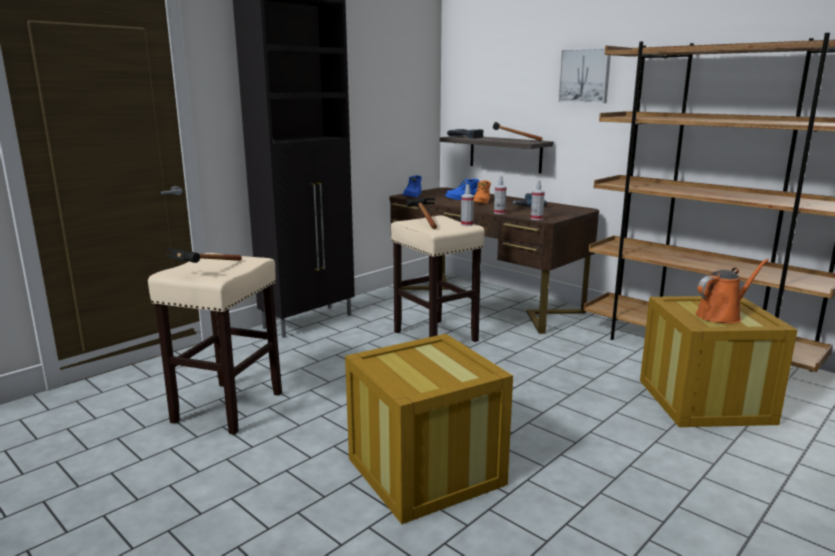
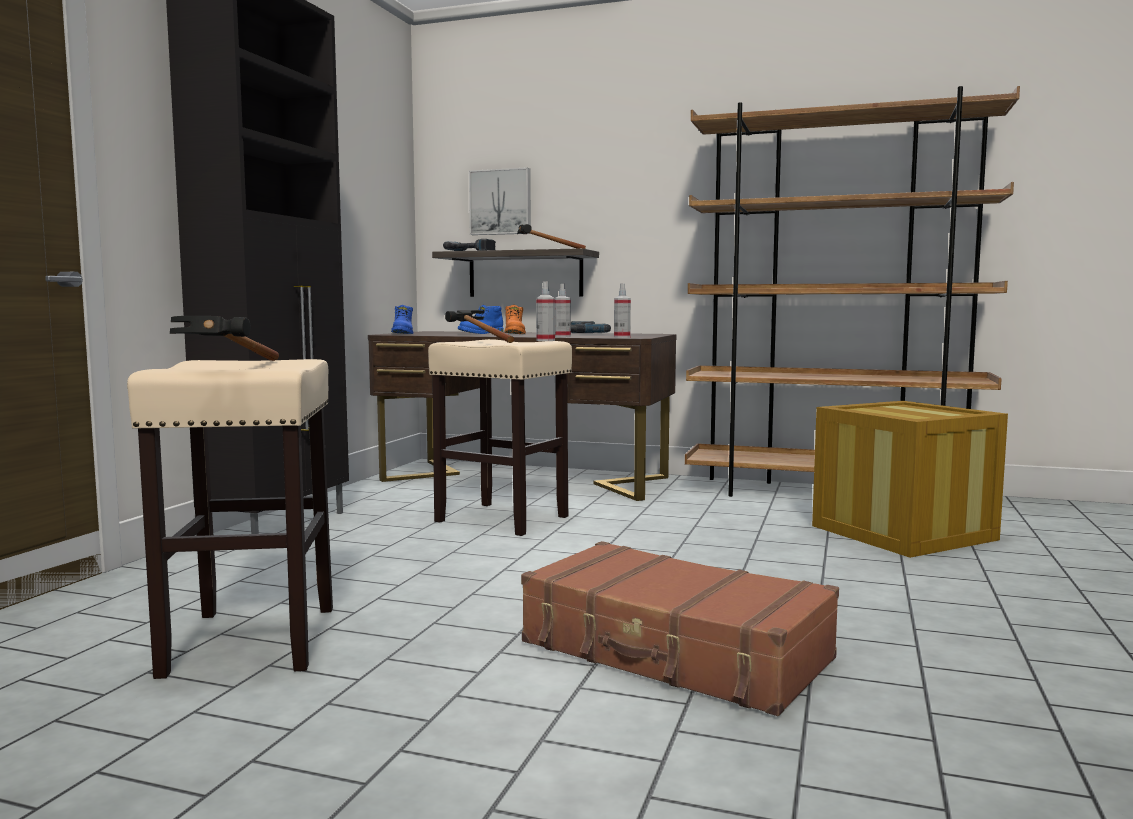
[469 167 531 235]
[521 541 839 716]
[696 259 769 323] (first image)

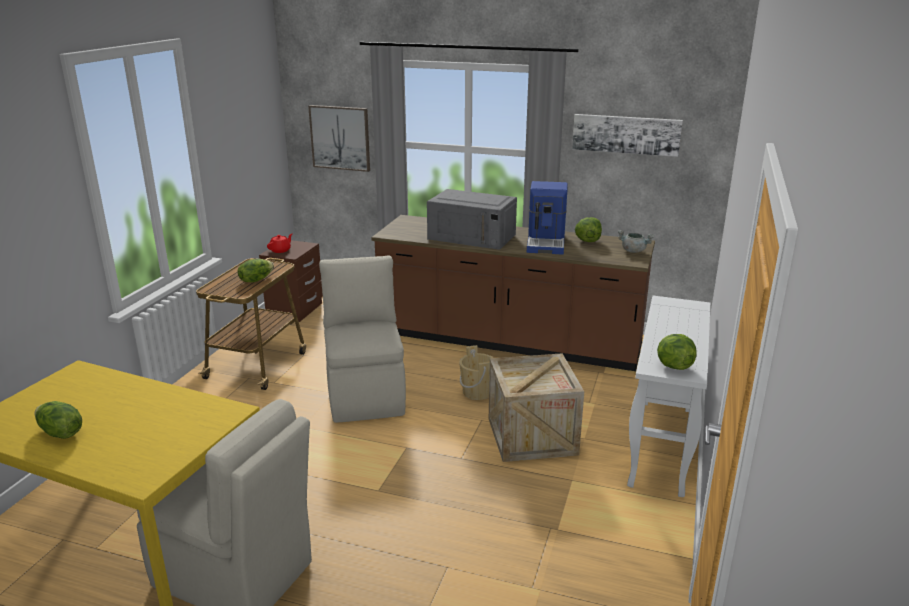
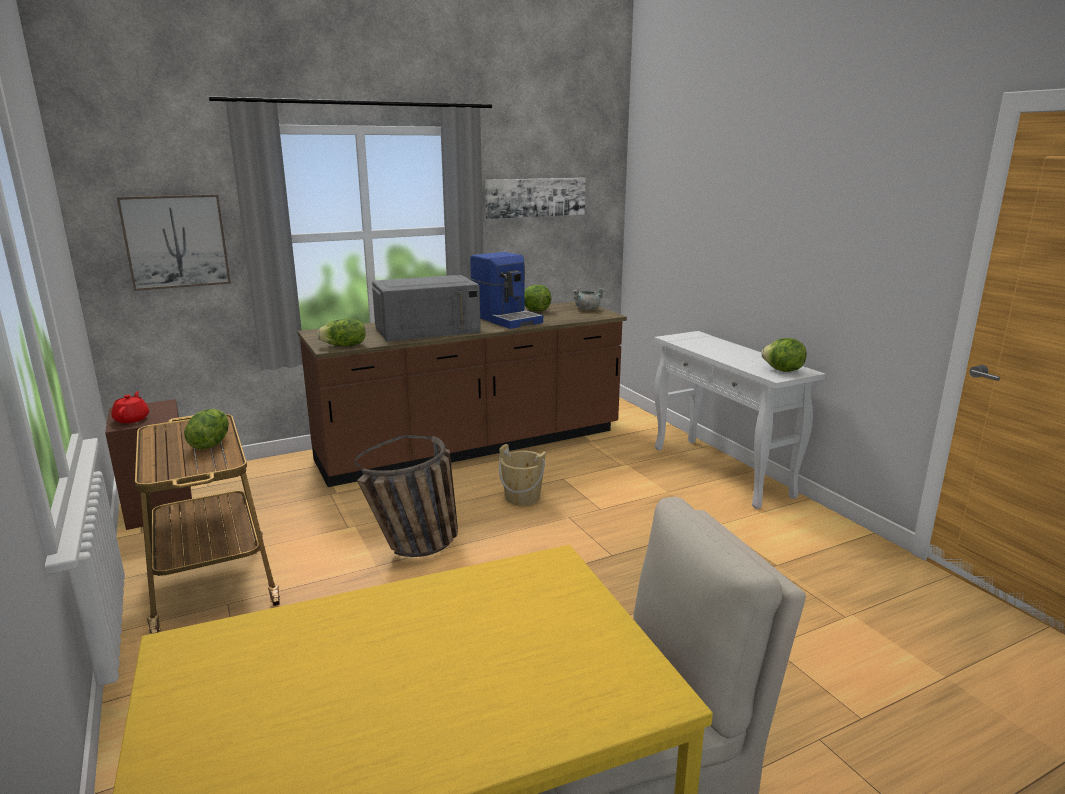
[317 319 366 346]
[354 435 458 557]
[489 353 584 462] (first image)

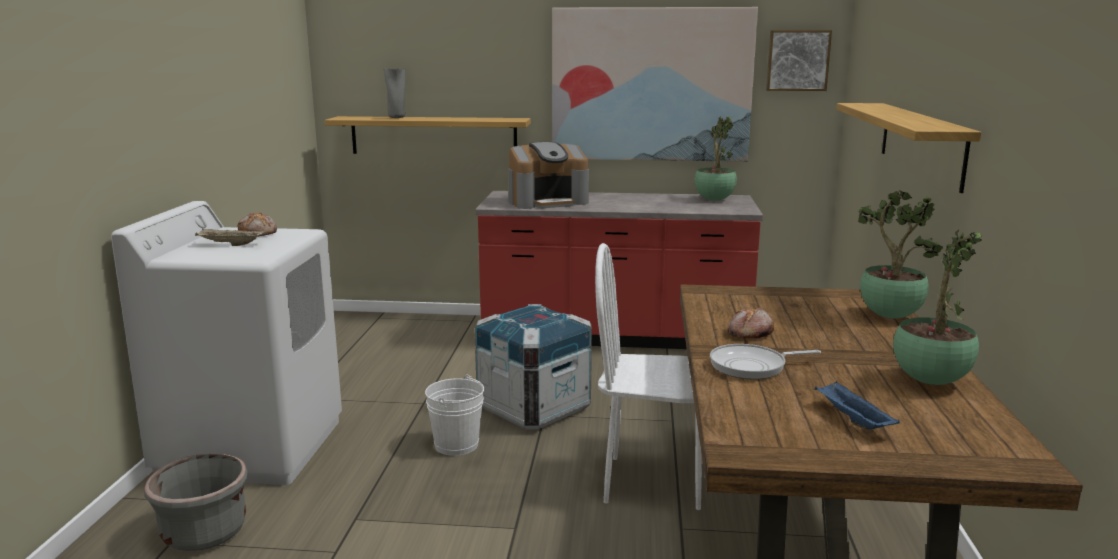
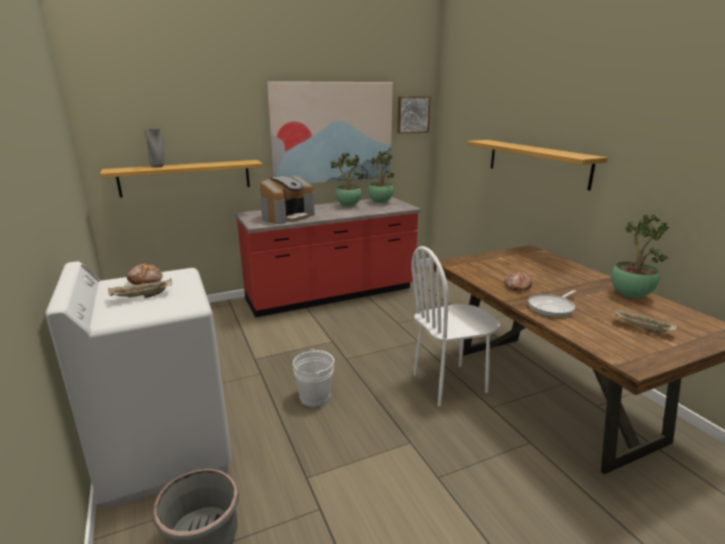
[331 153 365 206]
[615 308 678 333]
[475 304 592 430] (first image)

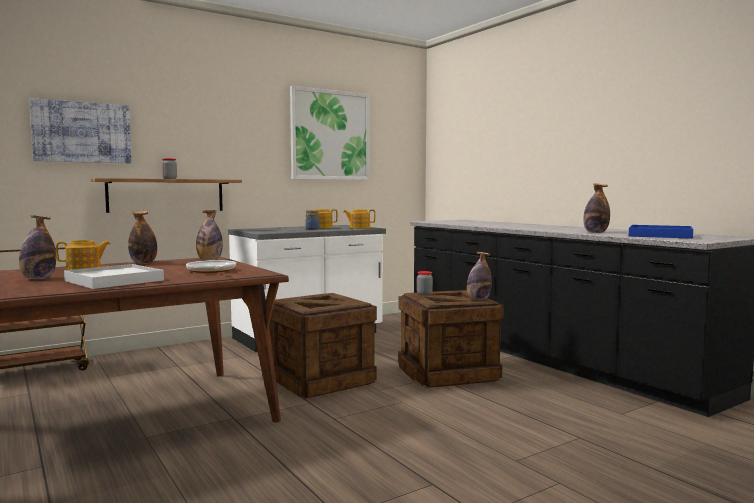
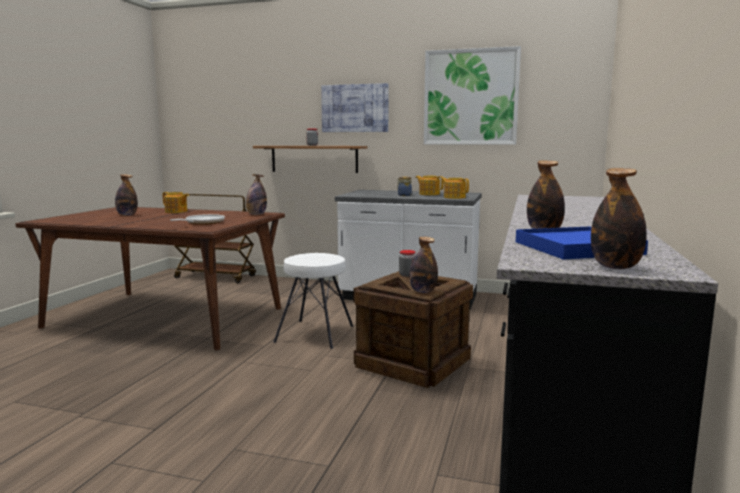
[273 253 353 349]
[321 83 389 132]
[591 168 647 269]
[64 264 164 289] (first image)

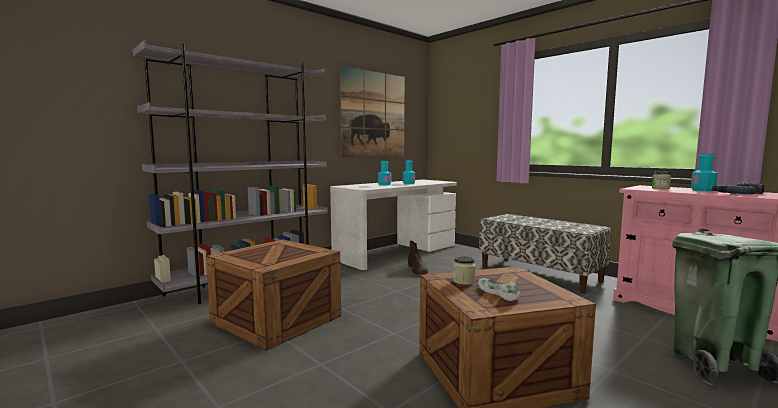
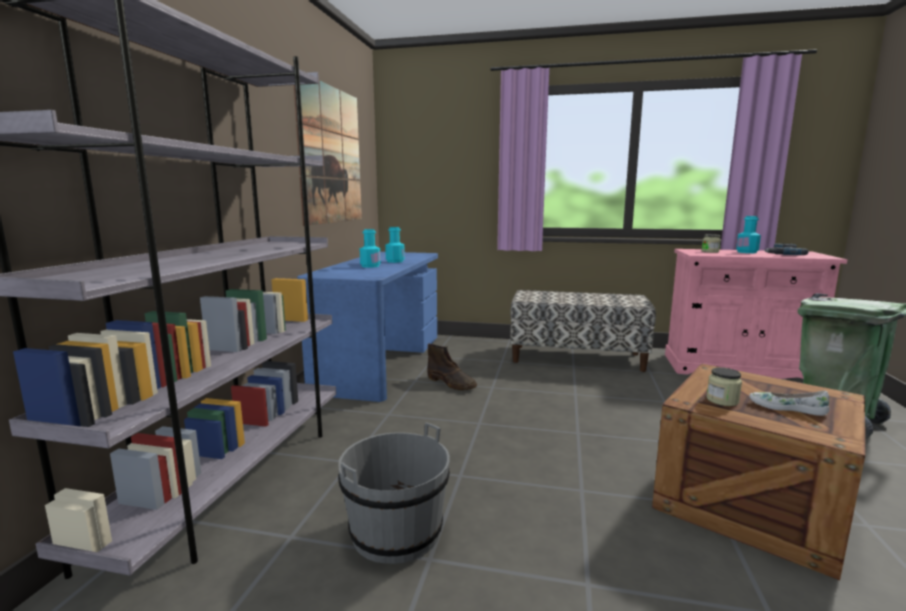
[297 252 438 402]
[338 422 450 564]

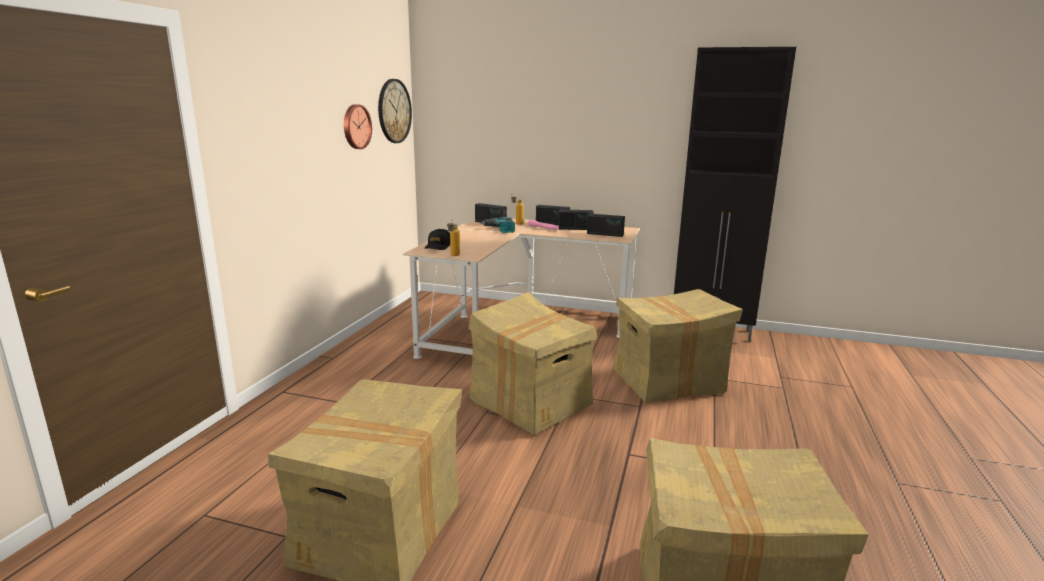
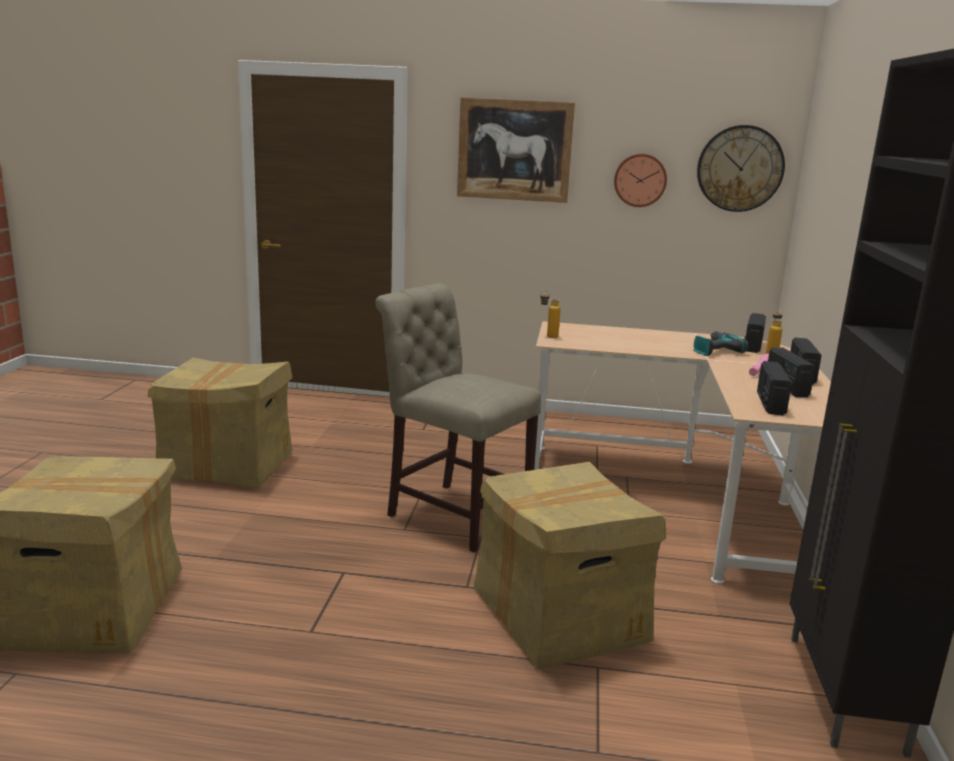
[375 283 541 553]
[457 97 575 203]
[424 229 450 250] (first image)

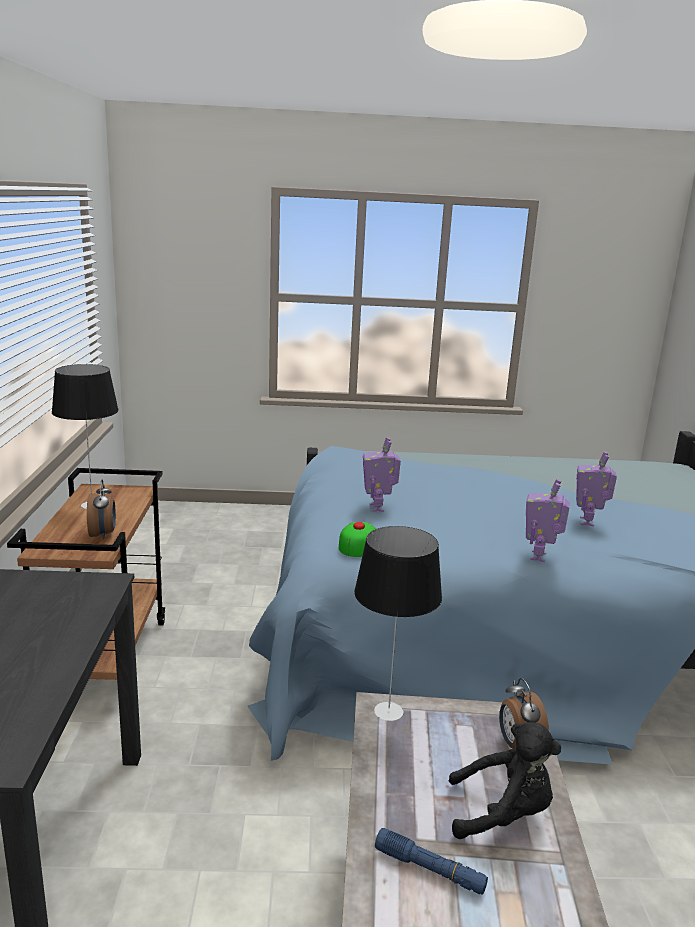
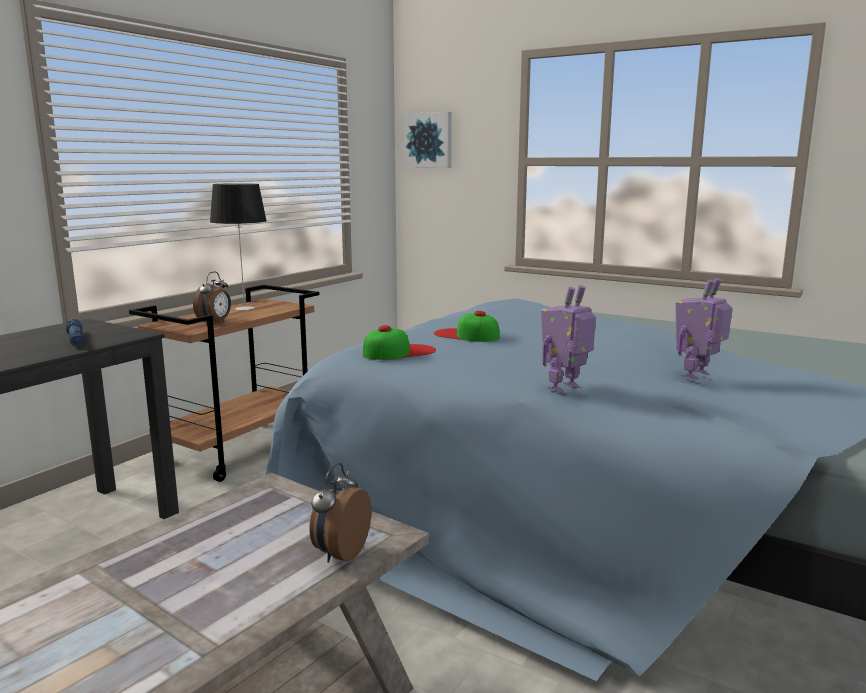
[66 319 85 347]
[404 112 452 168]
[434 311 500 342]
[354 526 442 721] (first image)
[449 722 561 839] (first image)

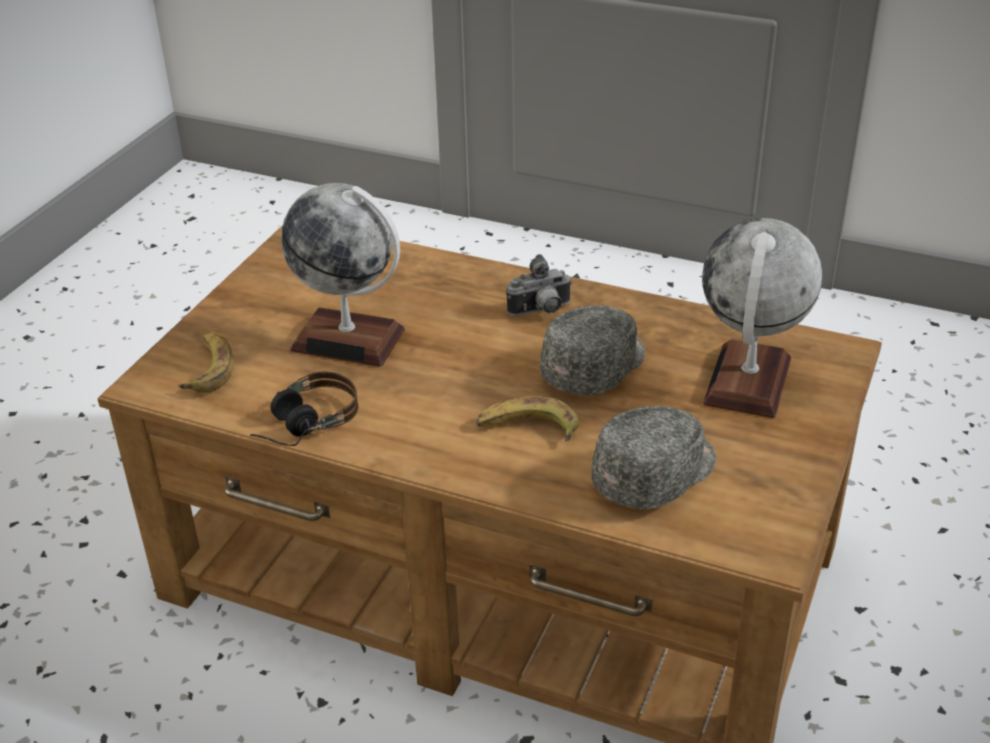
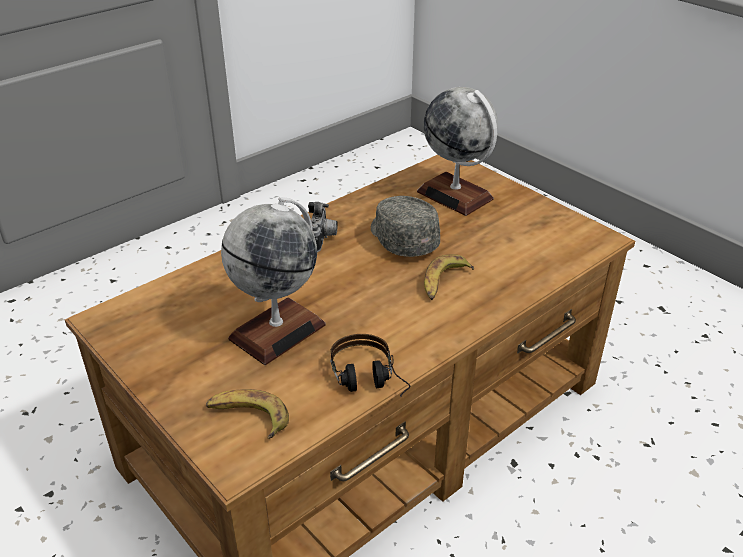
[591 406 716 509] (first image)

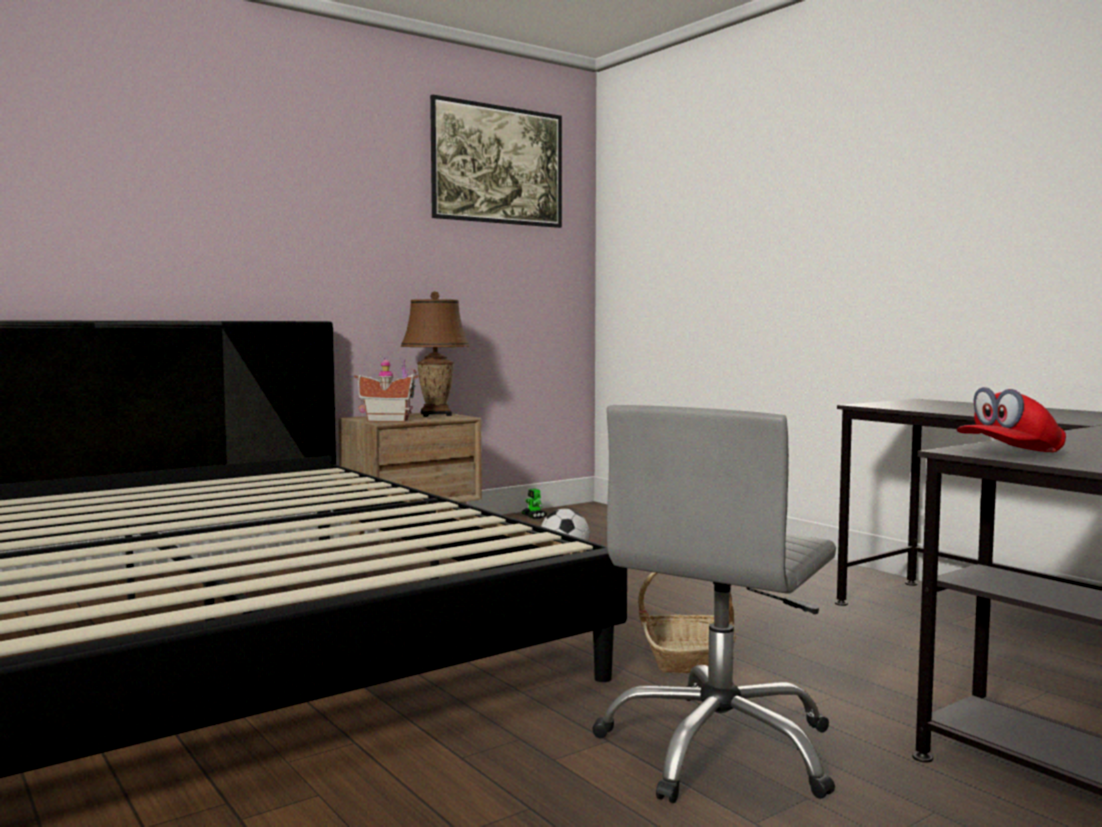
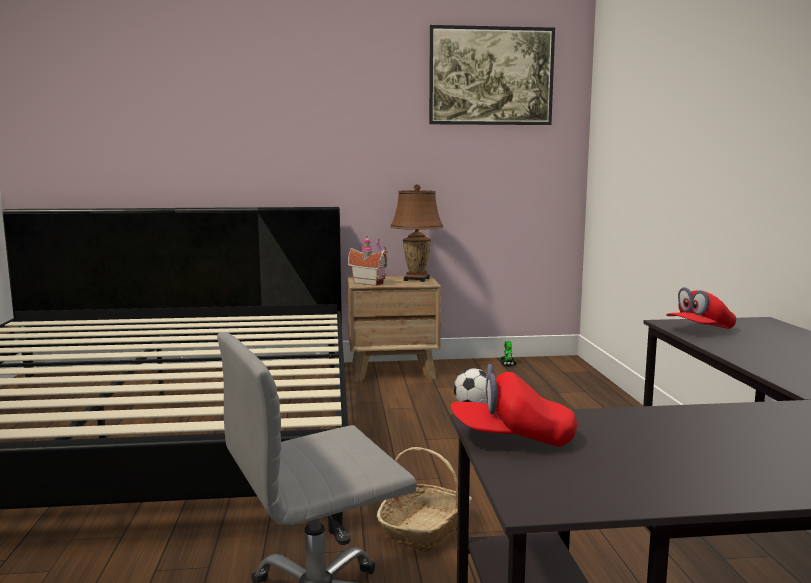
[666 287 736 329]

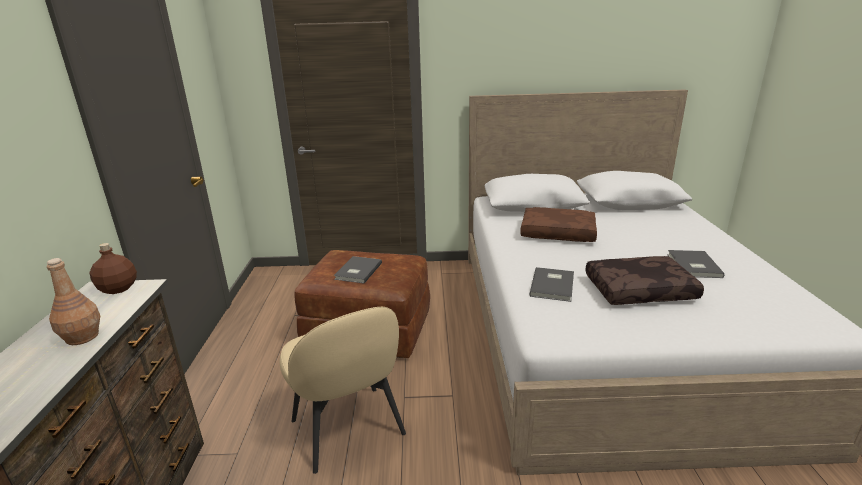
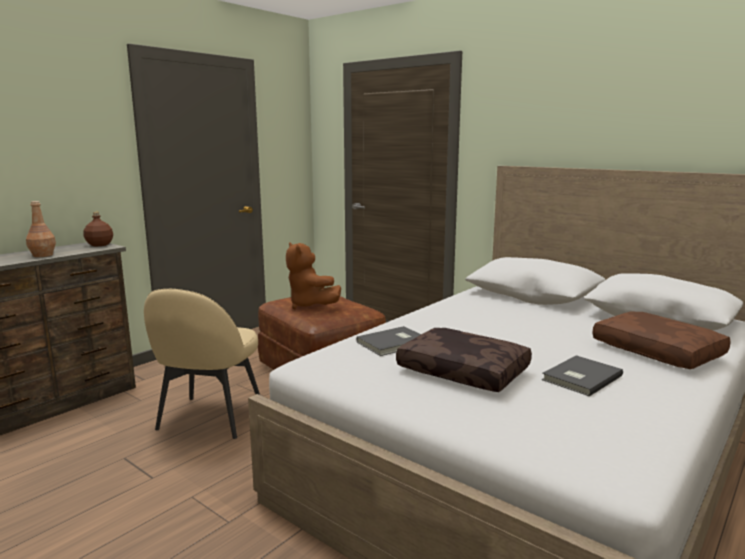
[286 242 341 309]
[592 312 731 369]

